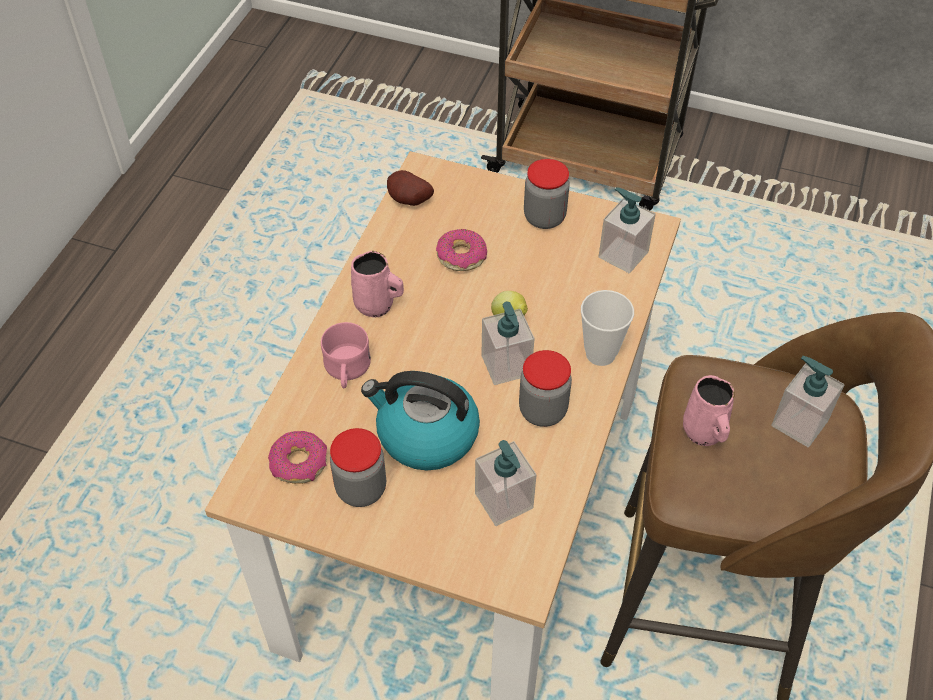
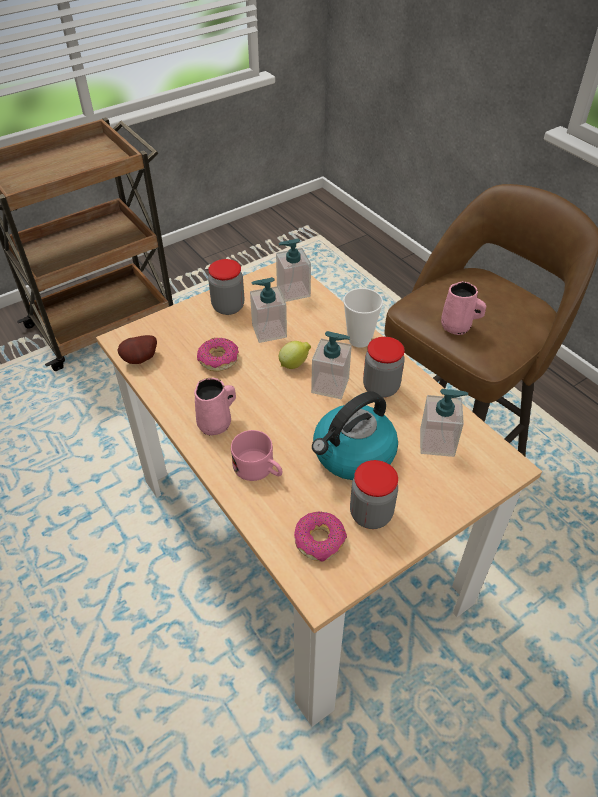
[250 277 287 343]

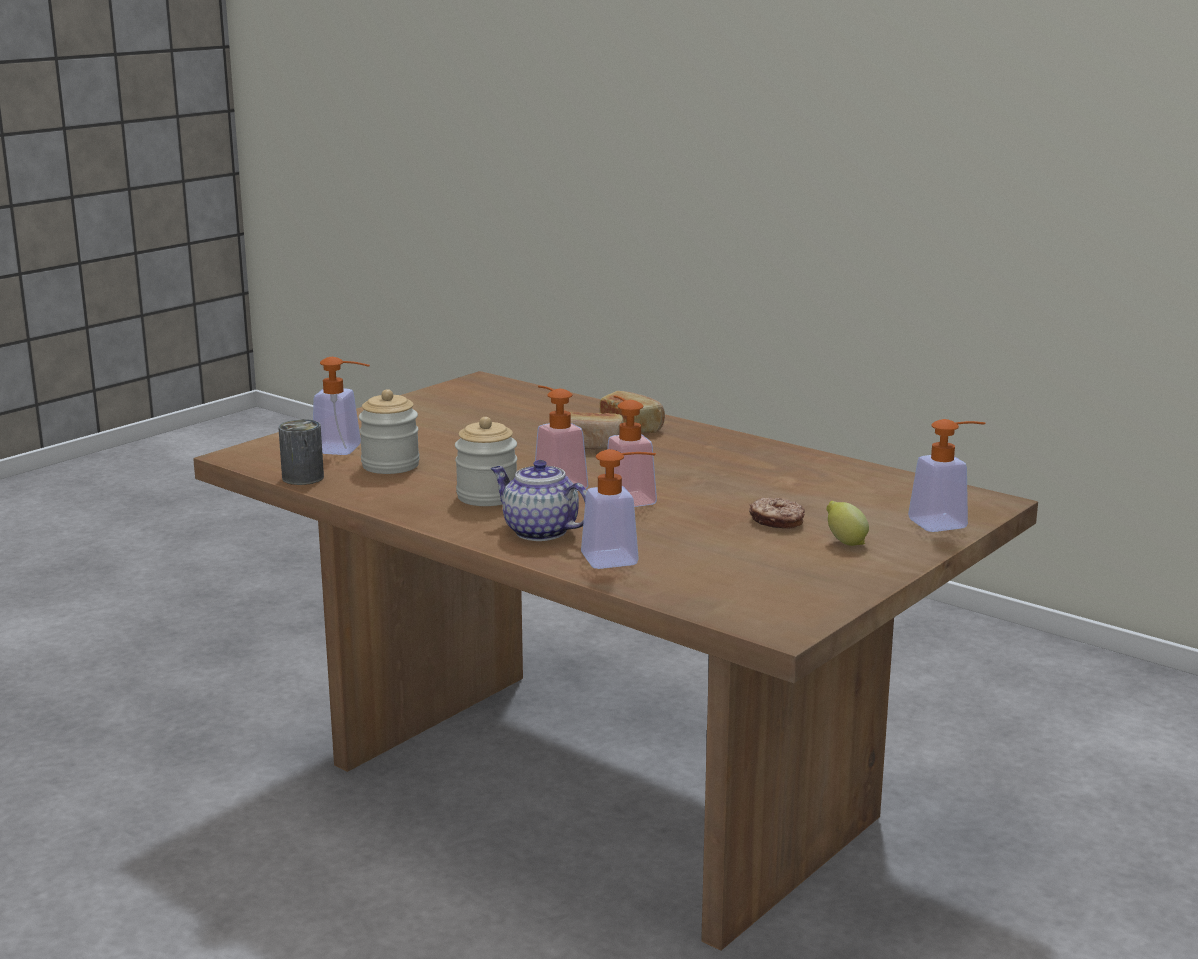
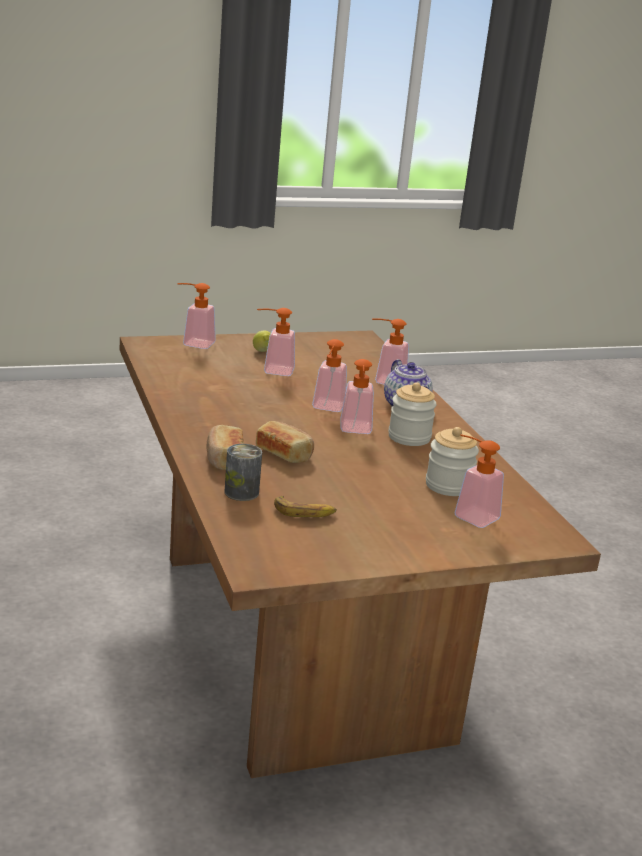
[225 444 262 501]
[257 308 295 376]
[274 496 337 517]

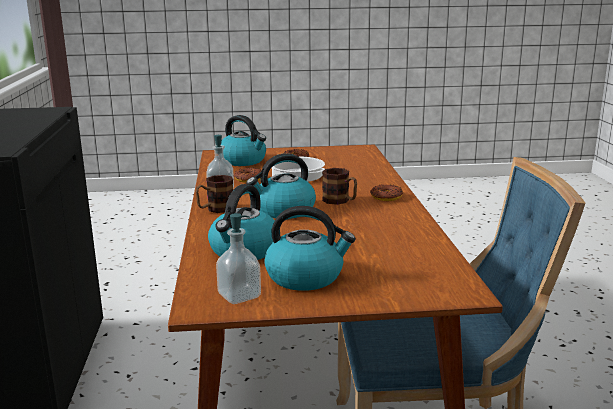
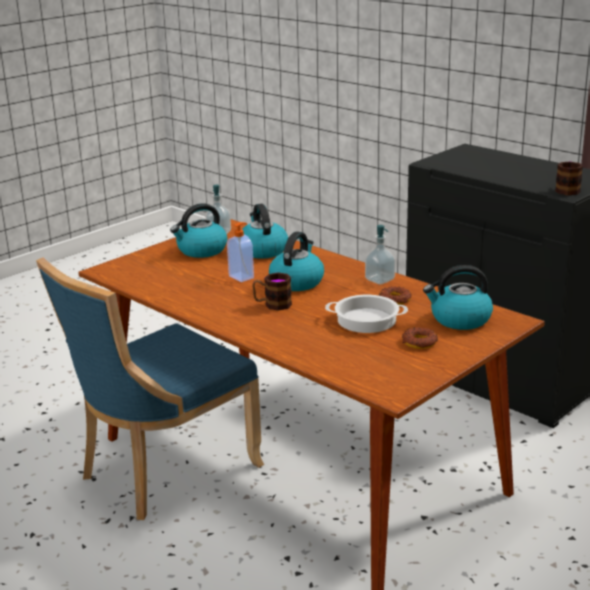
[227 222 254 282]
[555 161 583 195]
[370 184 403 201] (first image)

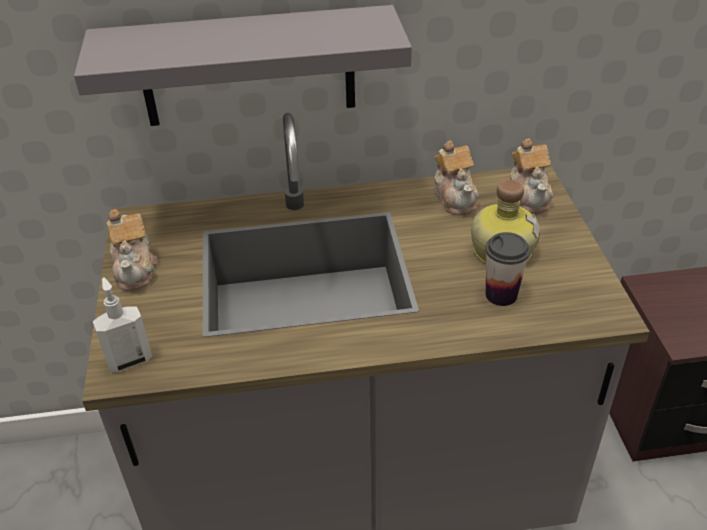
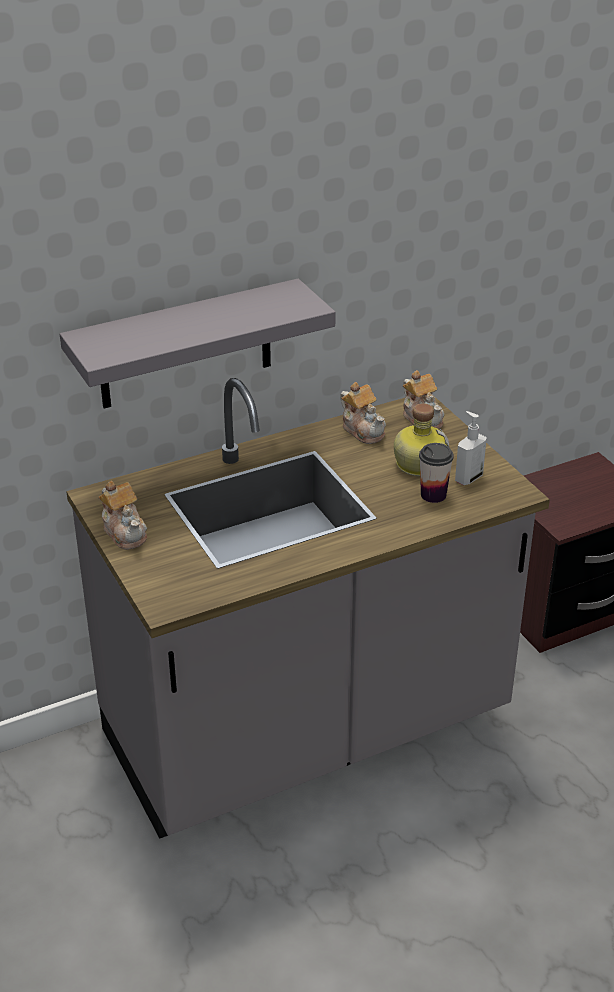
[455 411 487 485]

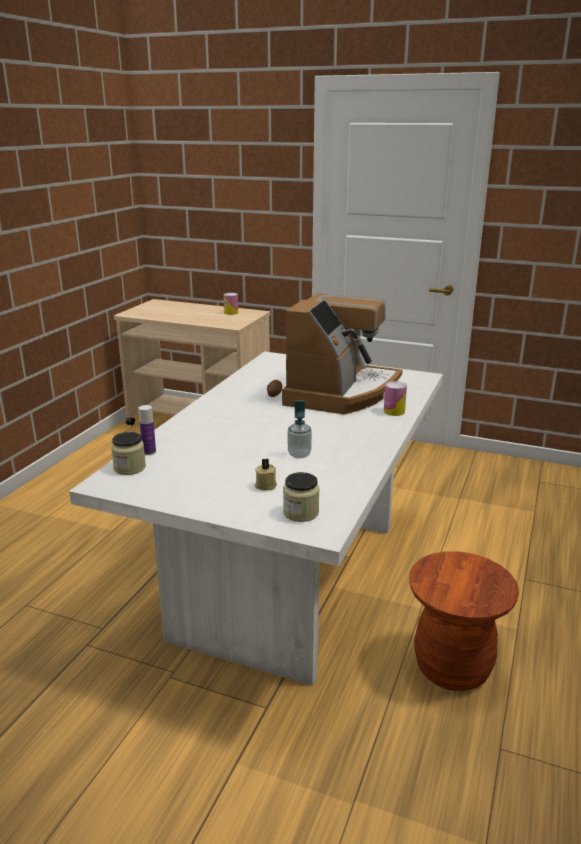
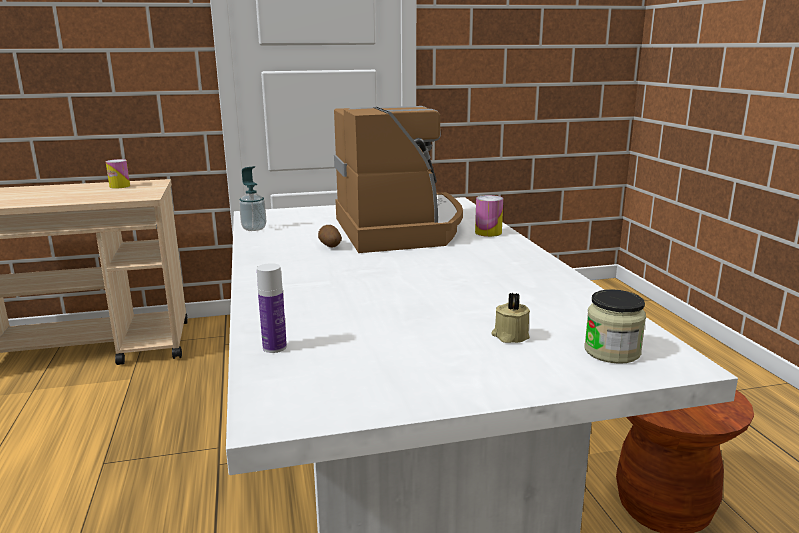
[239 166 266 231]
[111 432 146 475] (first image)

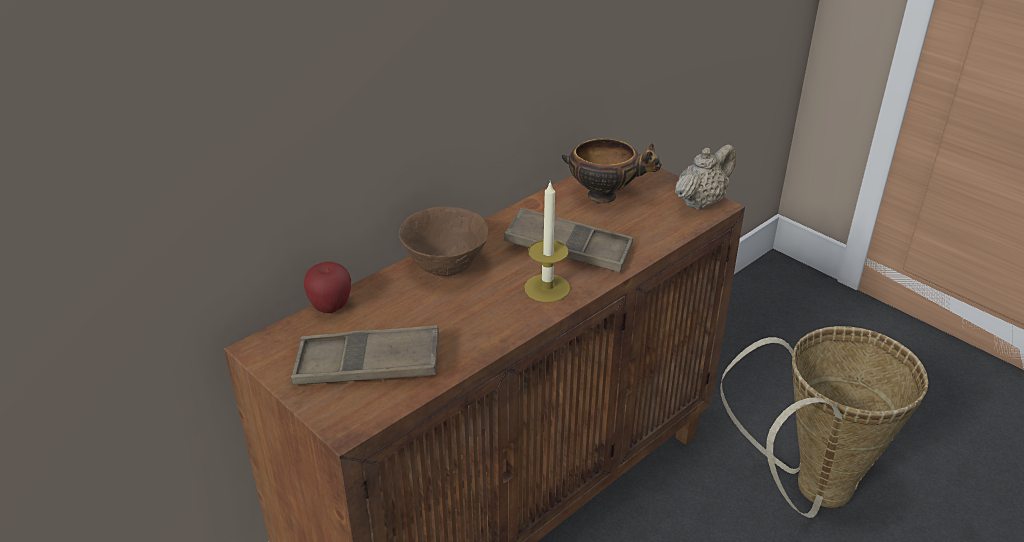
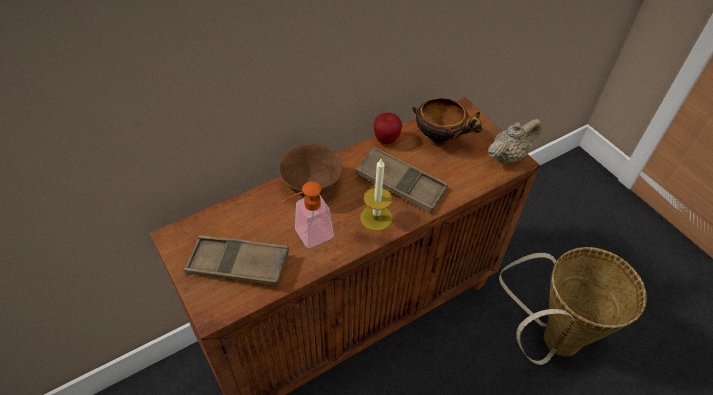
[282 181 334 248]
[374 112 402 144]

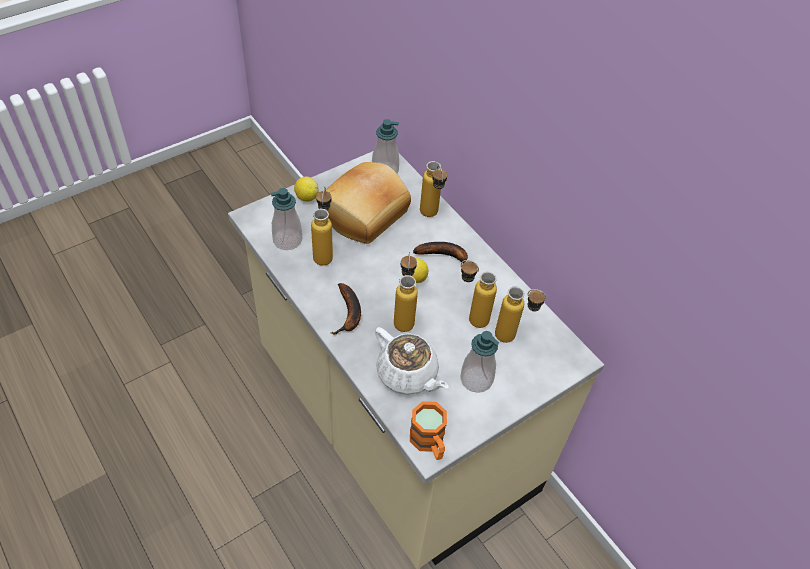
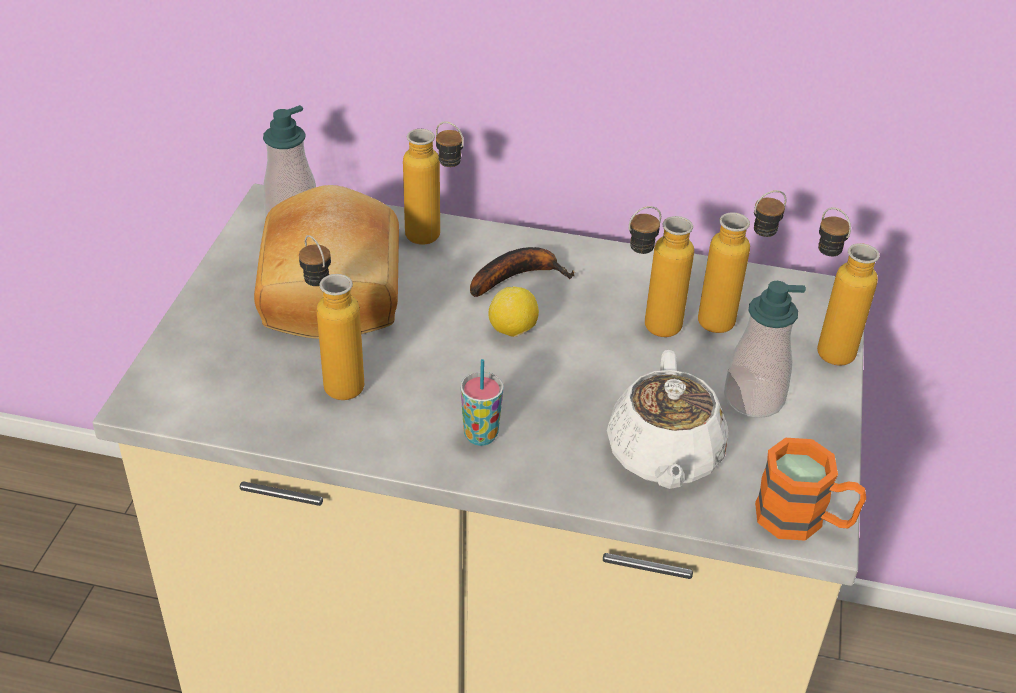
[460 359 503 446]
[607 350 729 489]
[817 207 880 366]
[270 188 303 250] (first image)
[294 176 319 201] (first image)

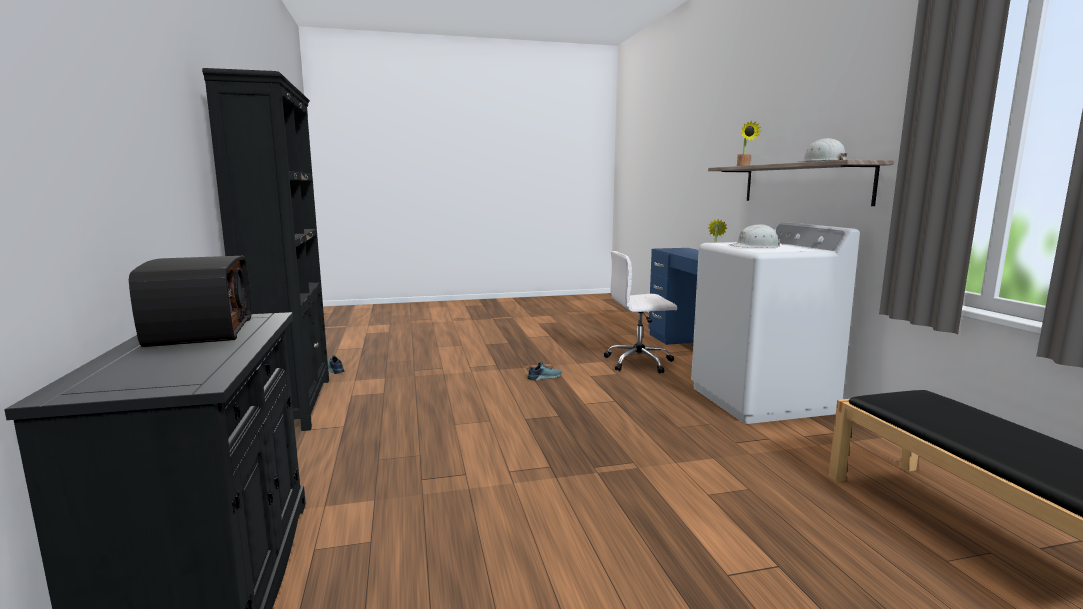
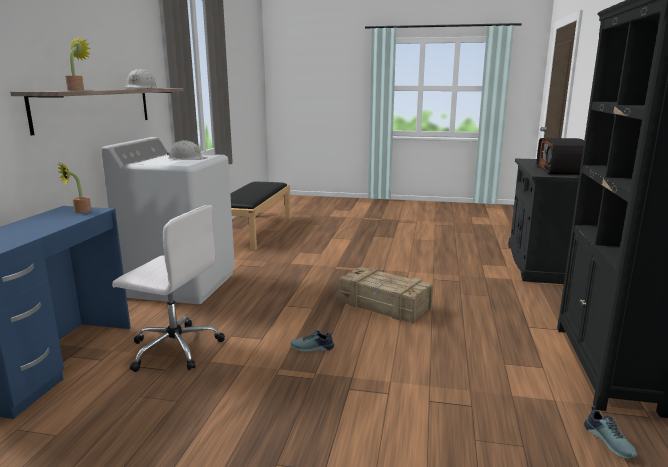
[338 267 433 324]

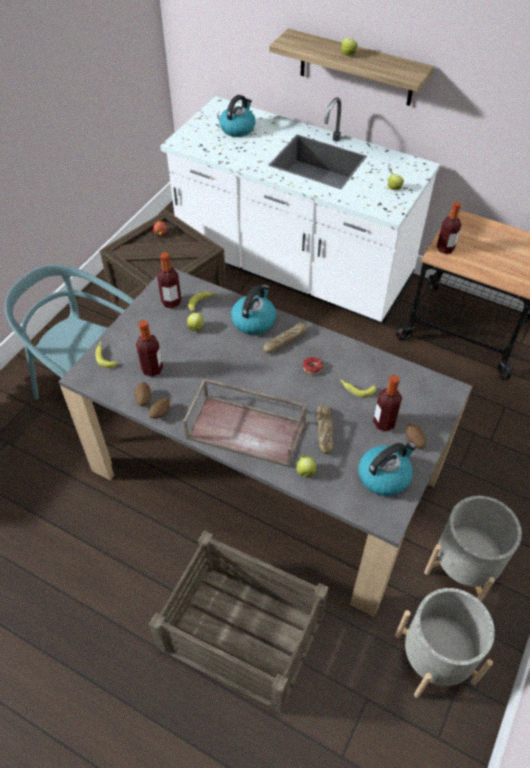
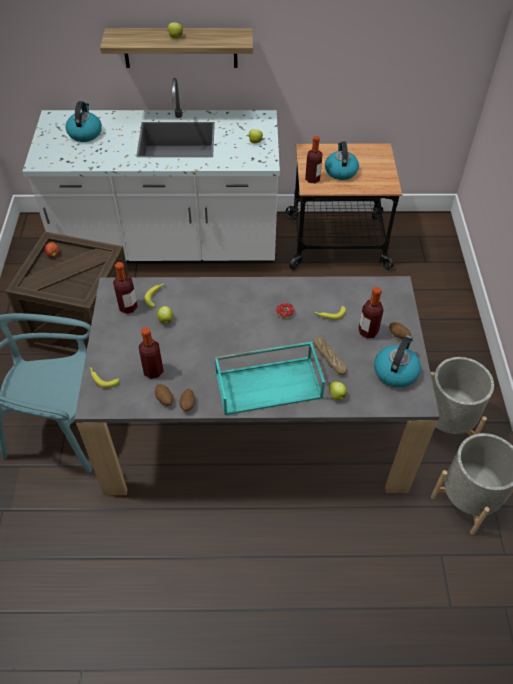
[214 342 325 415]
[325 141 359 180]
[149 531 329 713] (first image)
[263 323 307 353] (first image)

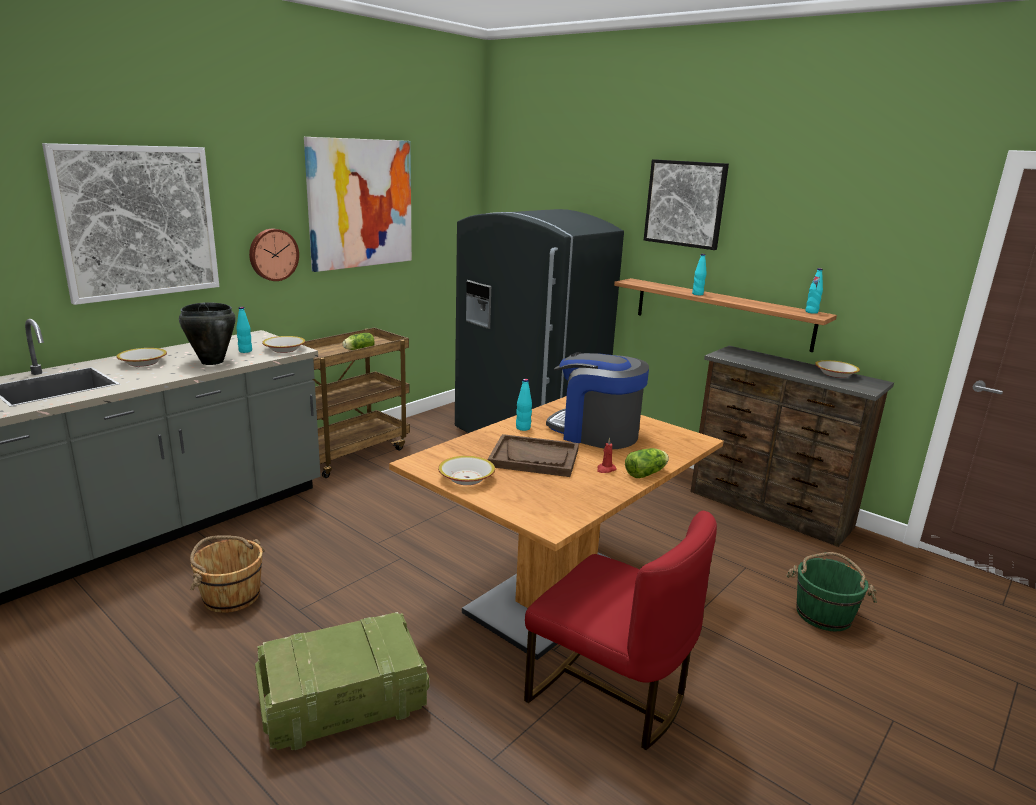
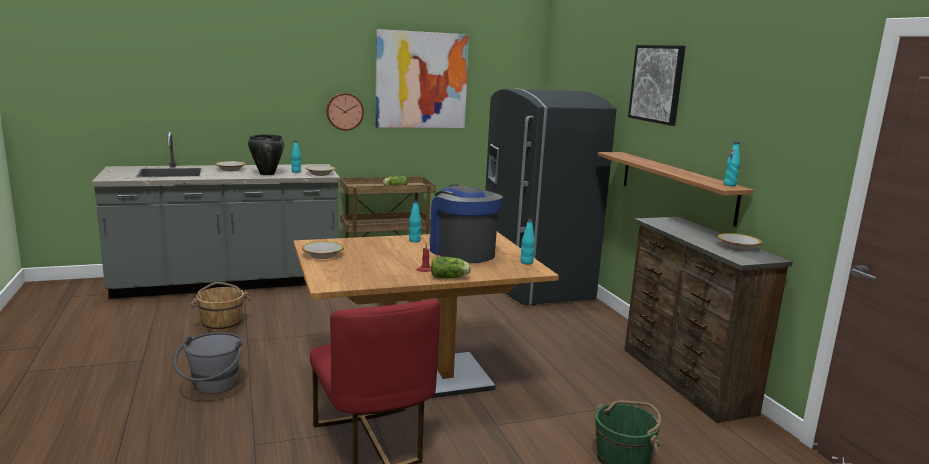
[173 332 243 394]
[521 219 535 265]
[42 143 219 305] (first image)
[488 434 579 477] (first image)

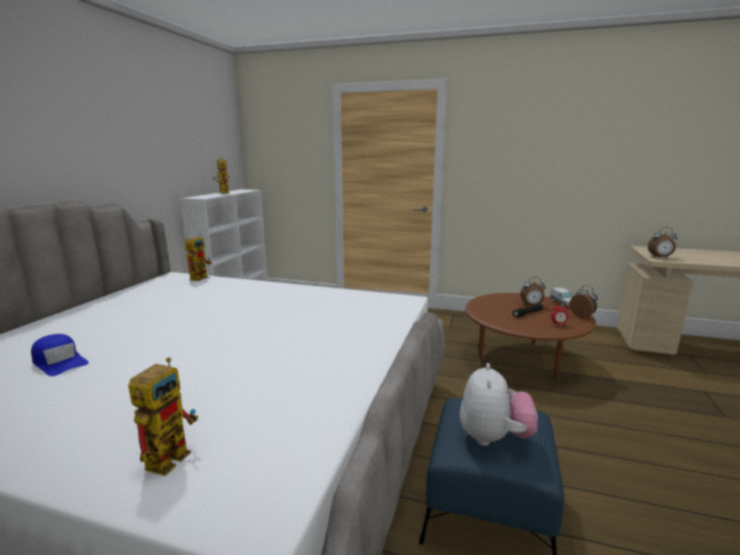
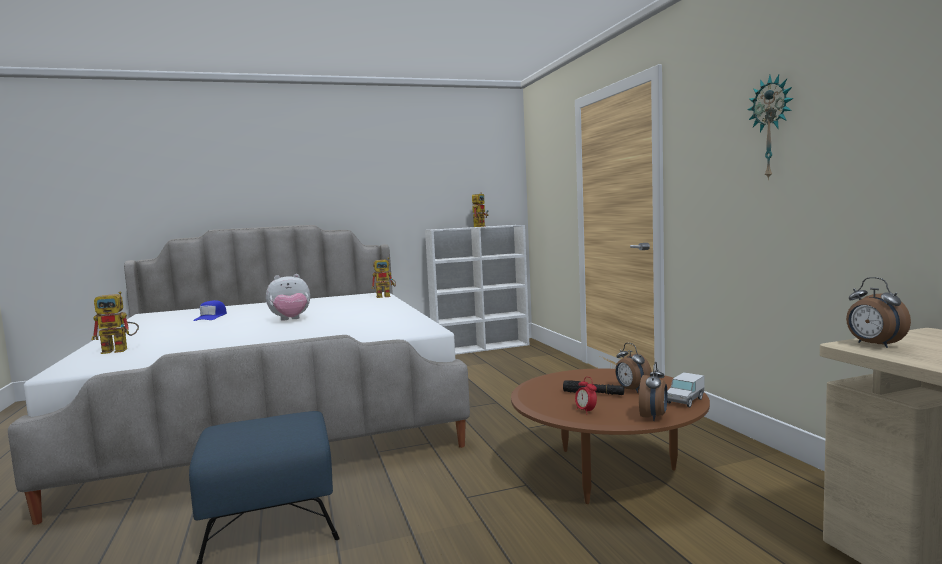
[266 274 310 321]
[747 74 794 180]

